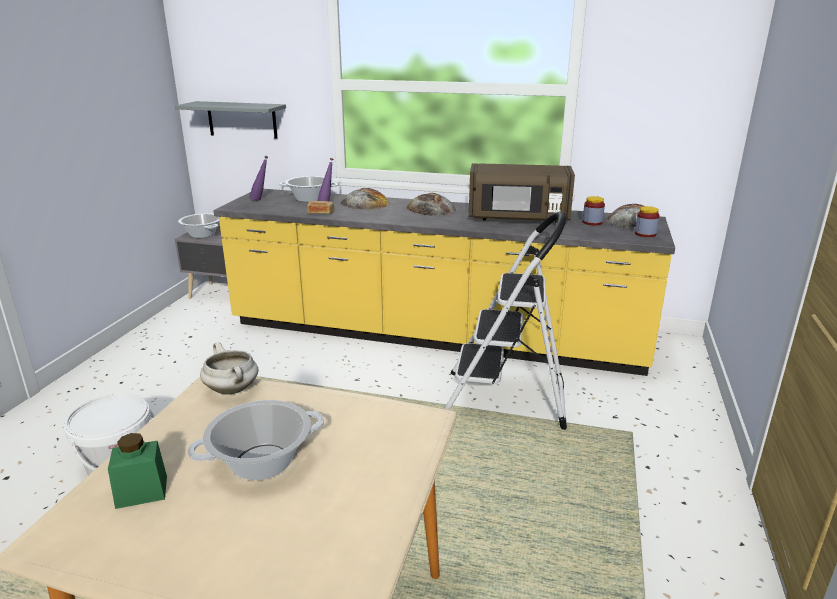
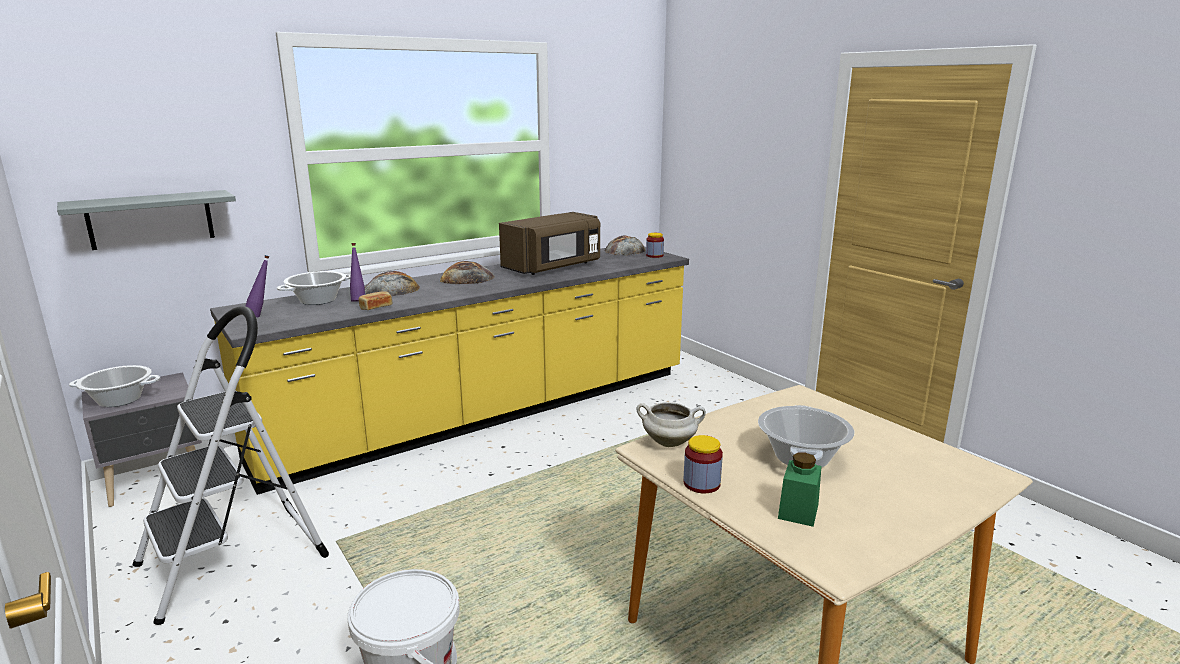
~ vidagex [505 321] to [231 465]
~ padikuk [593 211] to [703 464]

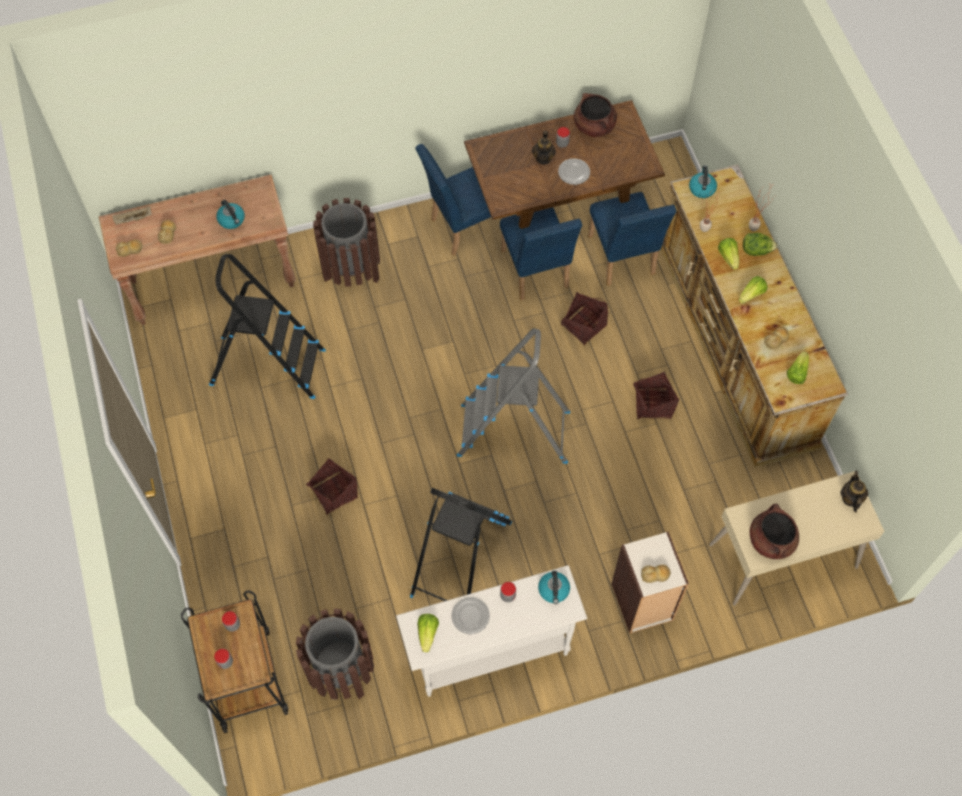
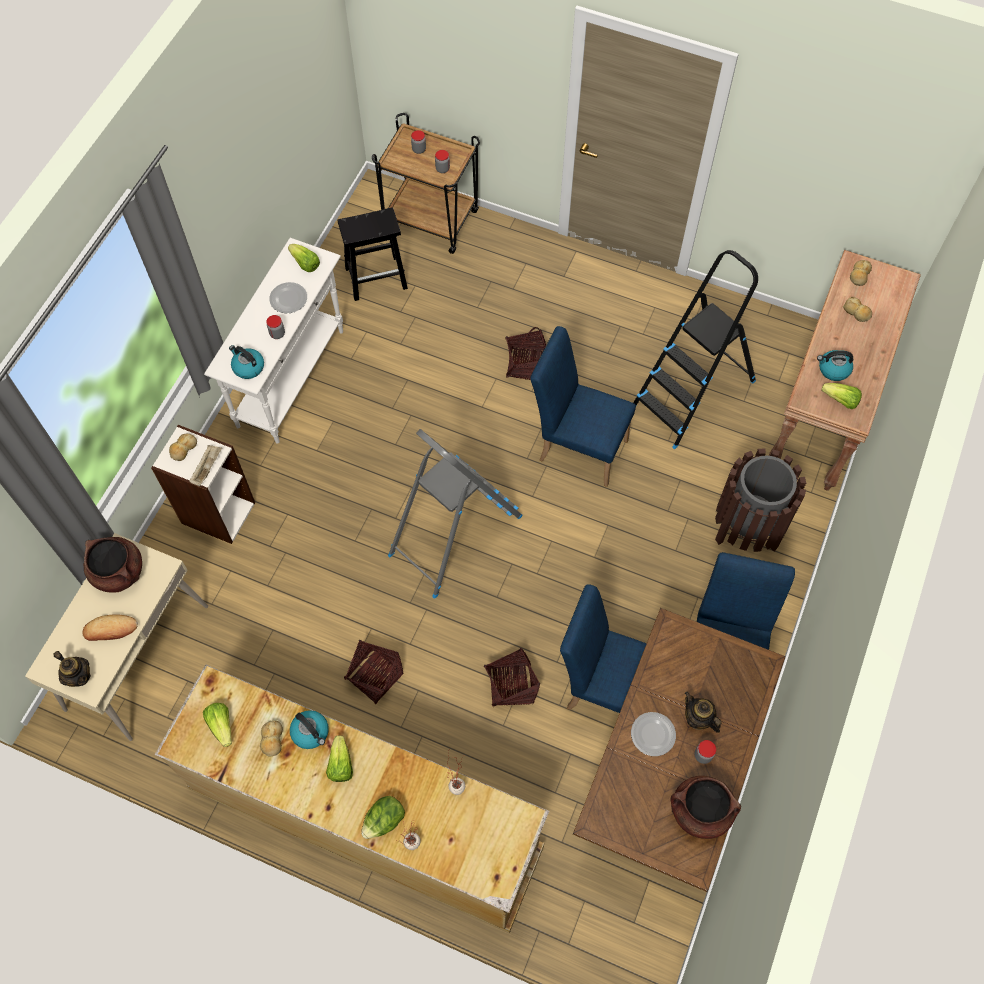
~ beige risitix [132 216] to [205 465]
~ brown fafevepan [335 654] to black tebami [372 254]
- black vidagex [461 544]
~ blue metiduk [632 239] to [583 406]
~ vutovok [703 181] to [309 729]
~ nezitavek [728 254] to [842 396]
+ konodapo [110 627]

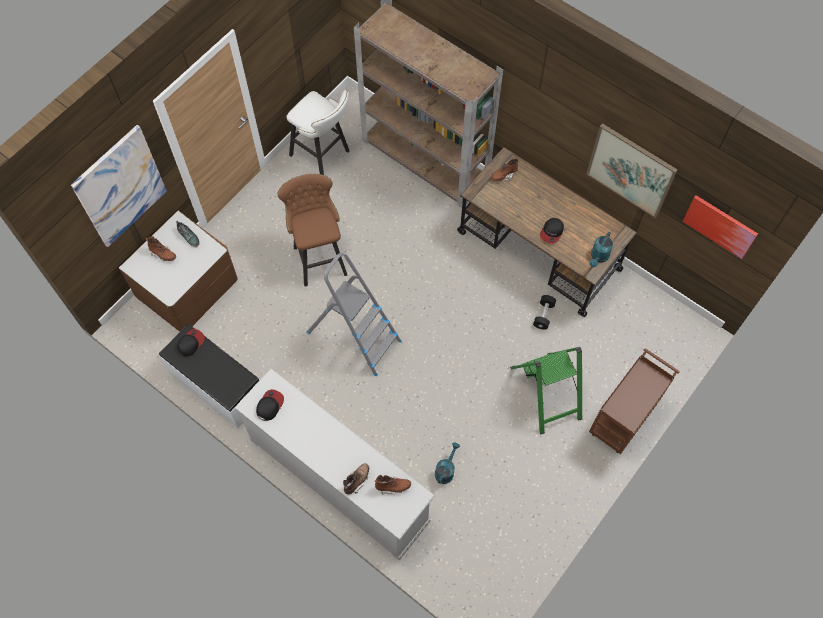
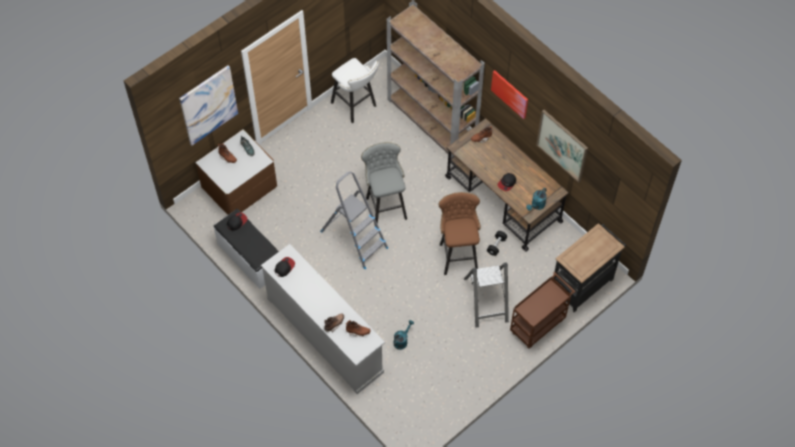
~ brown tebami [312 230] to [459 233]
~ green vidagex [546 391] to grey vidagex [486 295]
~ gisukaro [720 227] to [509 94]
+ grey tebami [384 183]
+ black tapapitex [590 267]

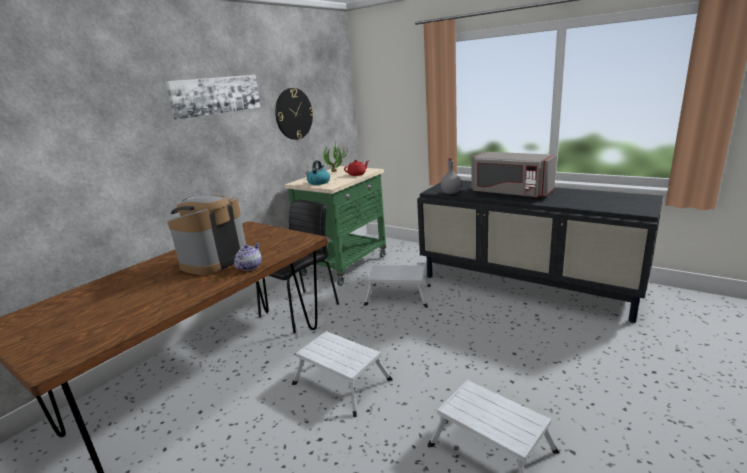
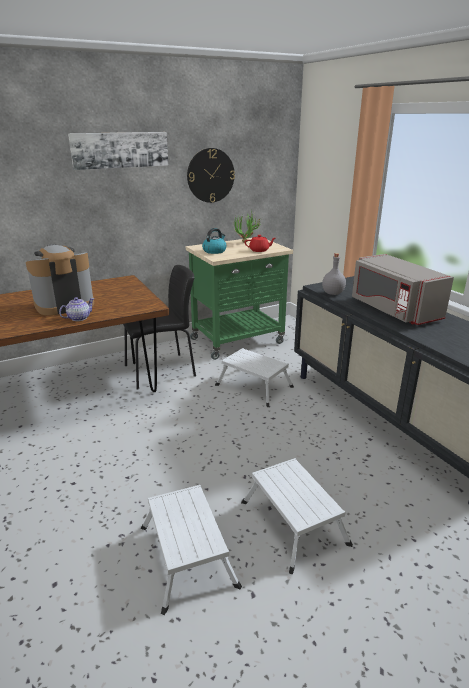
~ white vidagex [342 374] to [297 516]

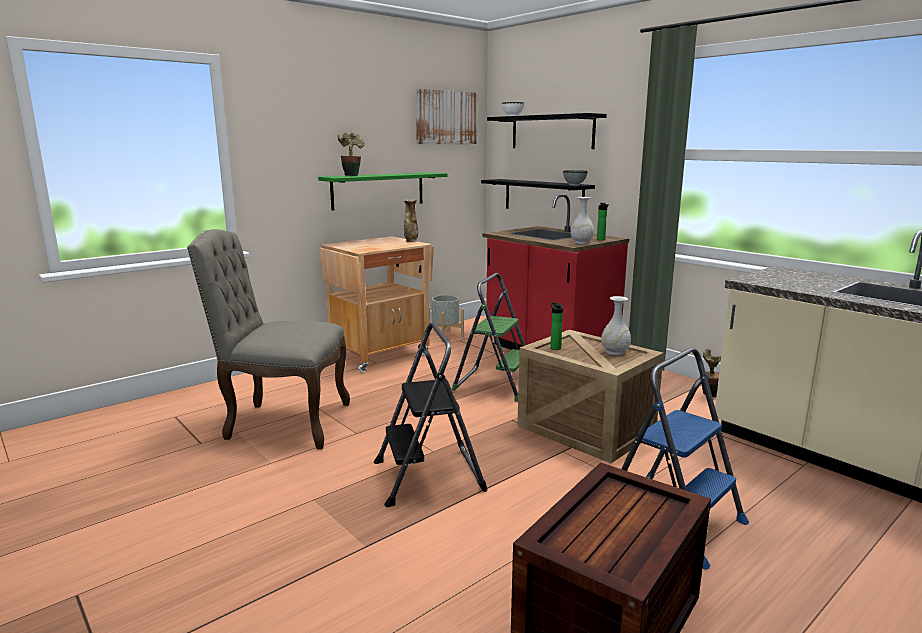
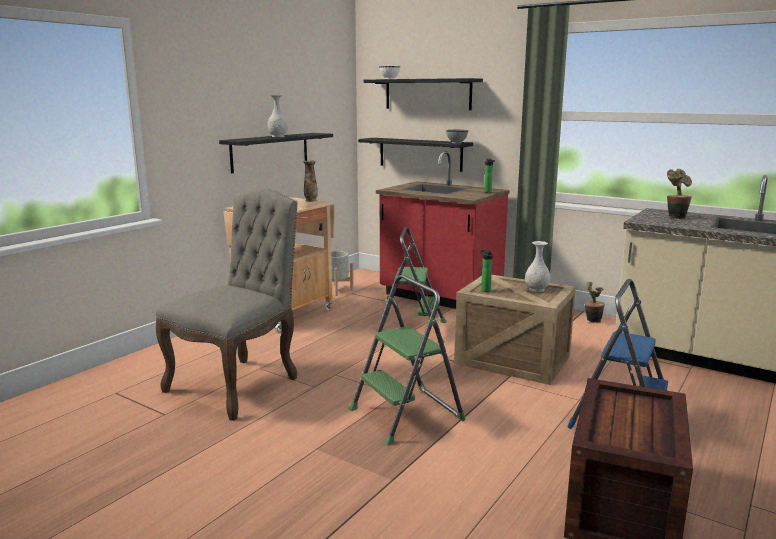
~ grey metiduk [268 339] = [226 305] 135 degrees clockwise
~ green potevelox [383 191] to black potevelox [276 153]
~ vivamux [351 154] to [679 194]
~ black vidagex [430 415] to green vidagex [406 360]
- gisukaro [447 116]
~ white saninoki [582 220] to [277 116]

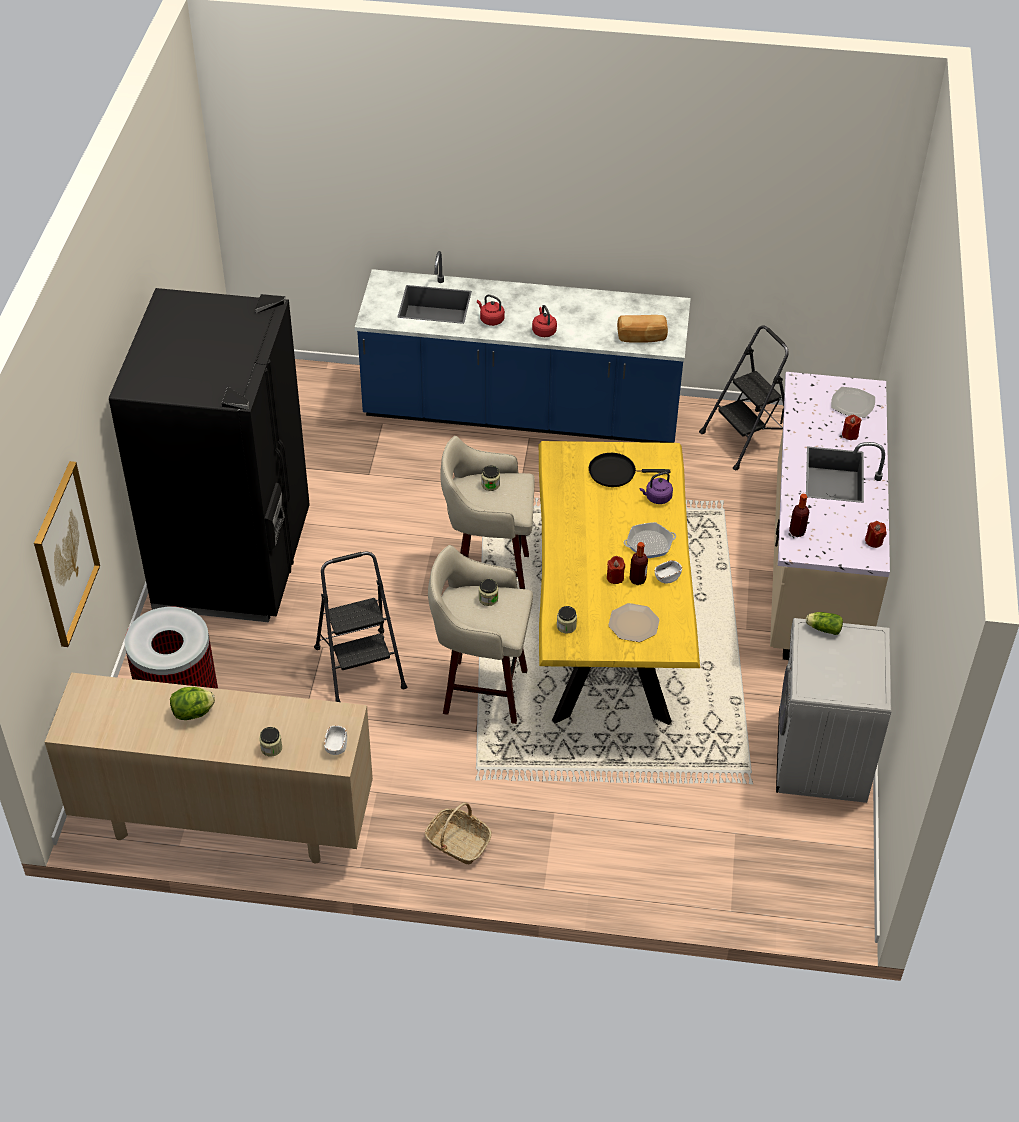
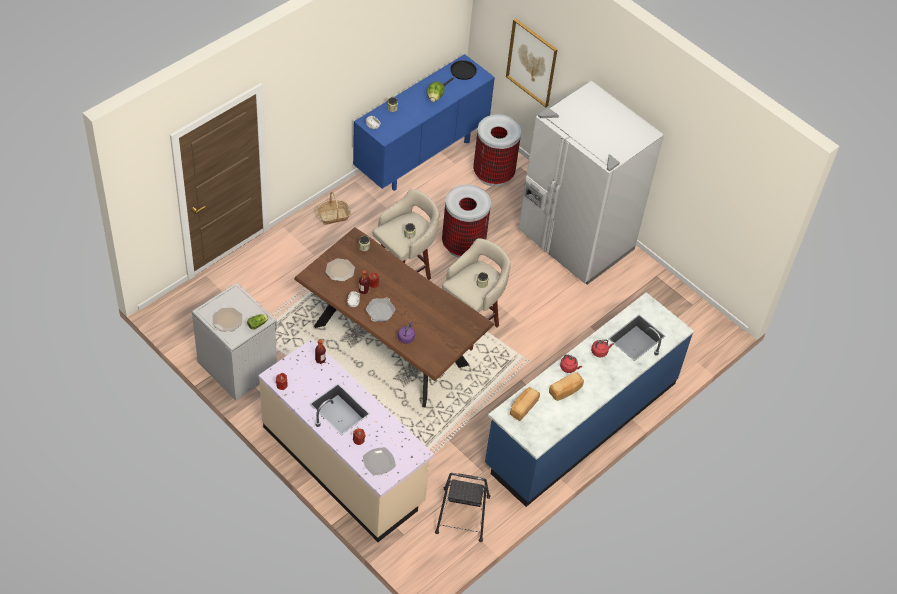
~ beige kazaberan [209 768] to blue kazaberan [424 122]
~ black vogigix [209 455] to white vogigix [591 183]
~ black vidagex [360 627] to fafevepan [466 221]
~ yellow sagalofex [619 583] to brown sagalofex [394 317]
~ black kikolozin [629 470] to [460 73]
+ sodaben [227 320]
+ konodapo [566 386]

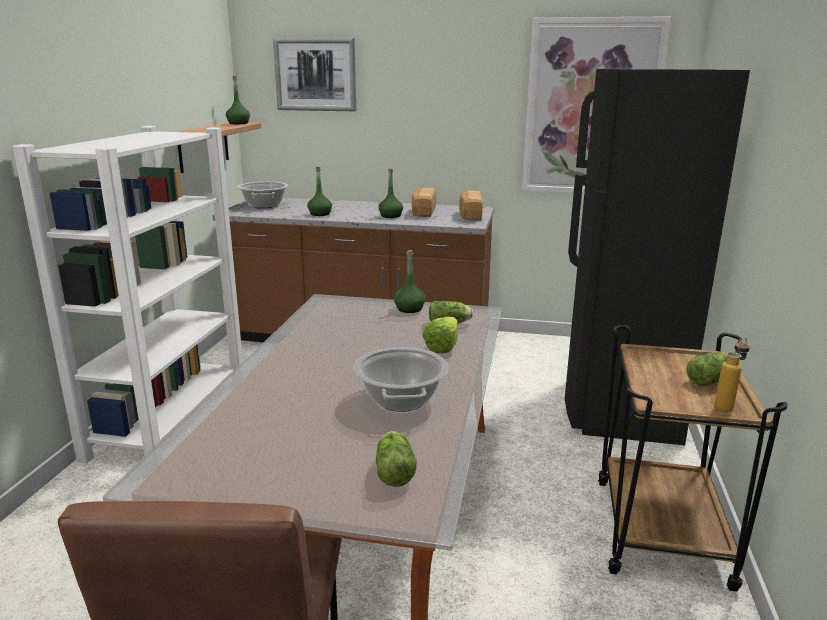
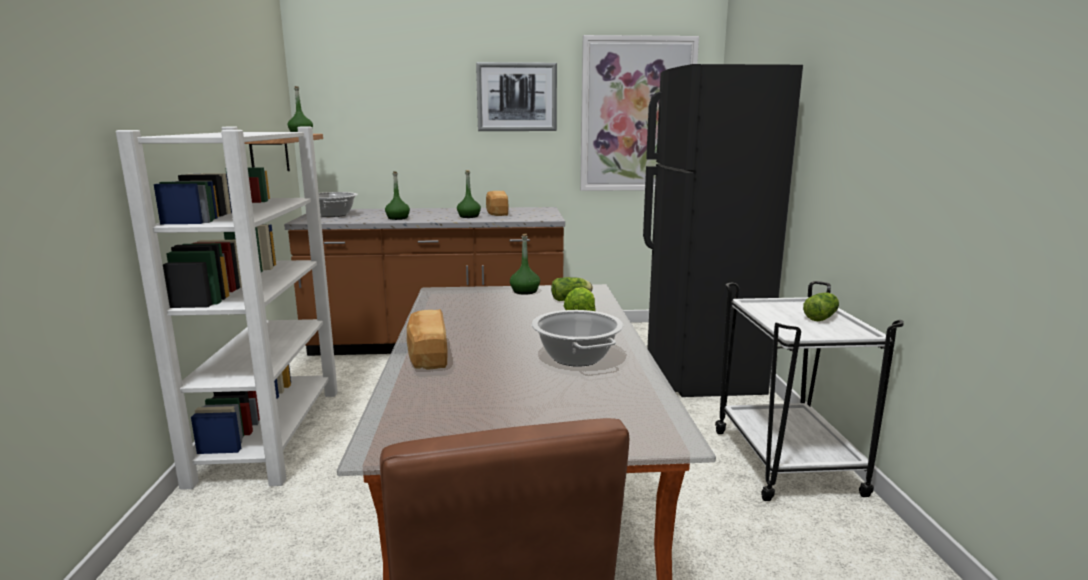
~ gisukaro [314 74] to [516 96]
- nezitavek [396 459]
~ konodapo [471 206] to [427 339]
~ brown tapapitex [693 458] to white tapapitex [809 391]
- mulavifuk [732 375]

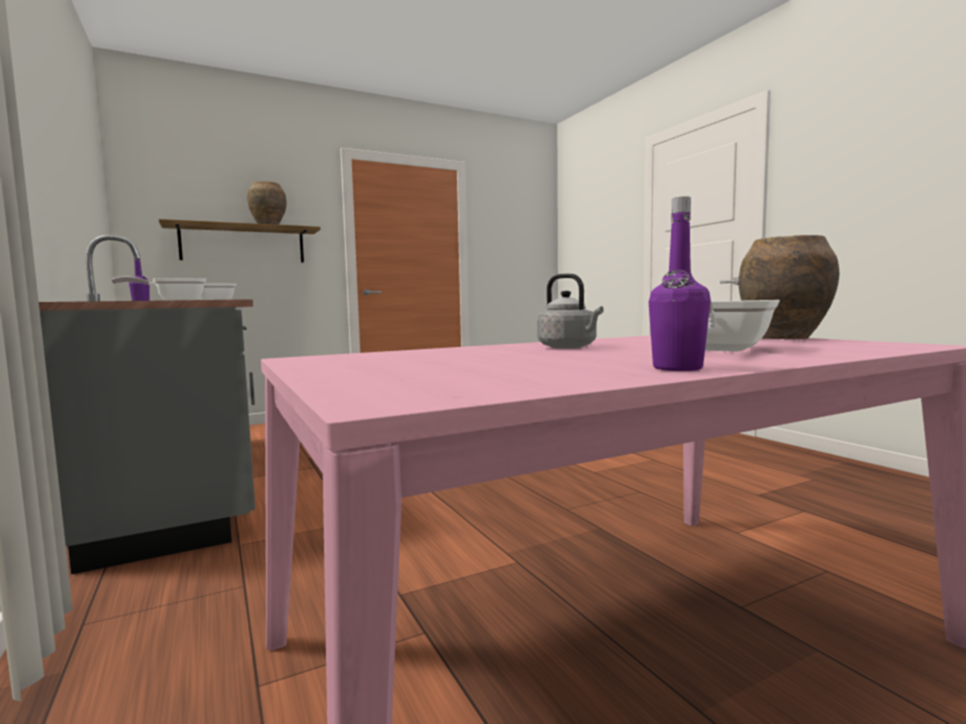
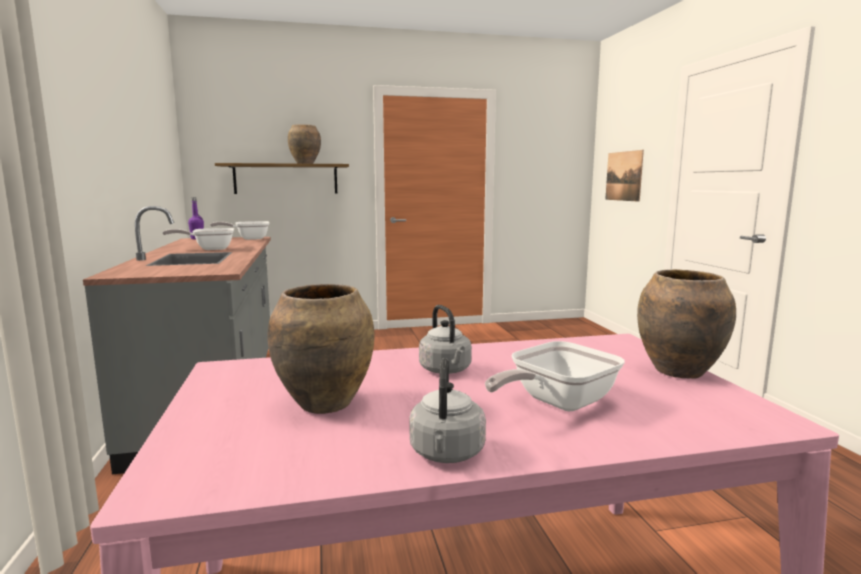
~ purple mulavifuk [680 283] to grey vutovok [447 410]
+ brown saninoki [320 349]
+ gisukaro [624 176]

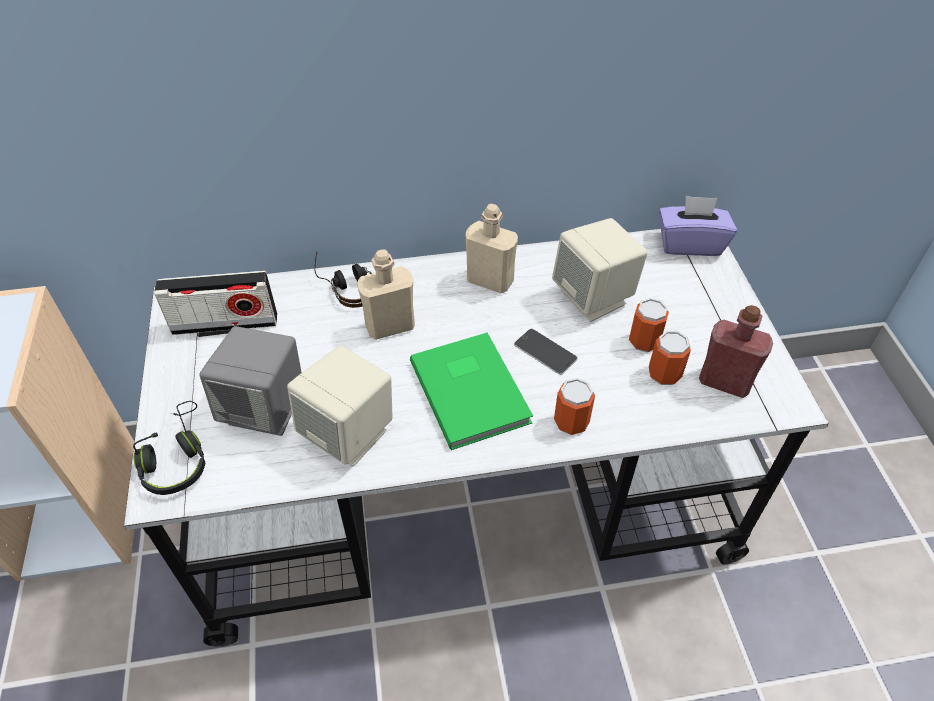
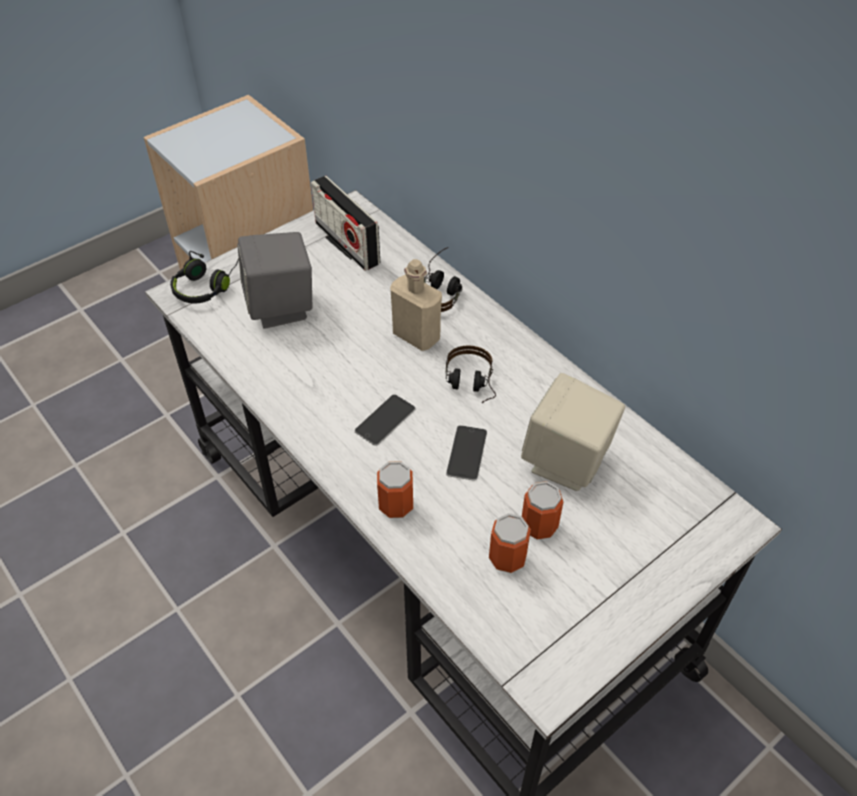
- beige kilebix [340 406]
~ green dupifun [471 391] to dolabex [385 420]
- beige mulavifuk [491 248]
- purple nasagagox [698 226]
- red mulavifuk [736 351]
+ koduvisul [471 374]

